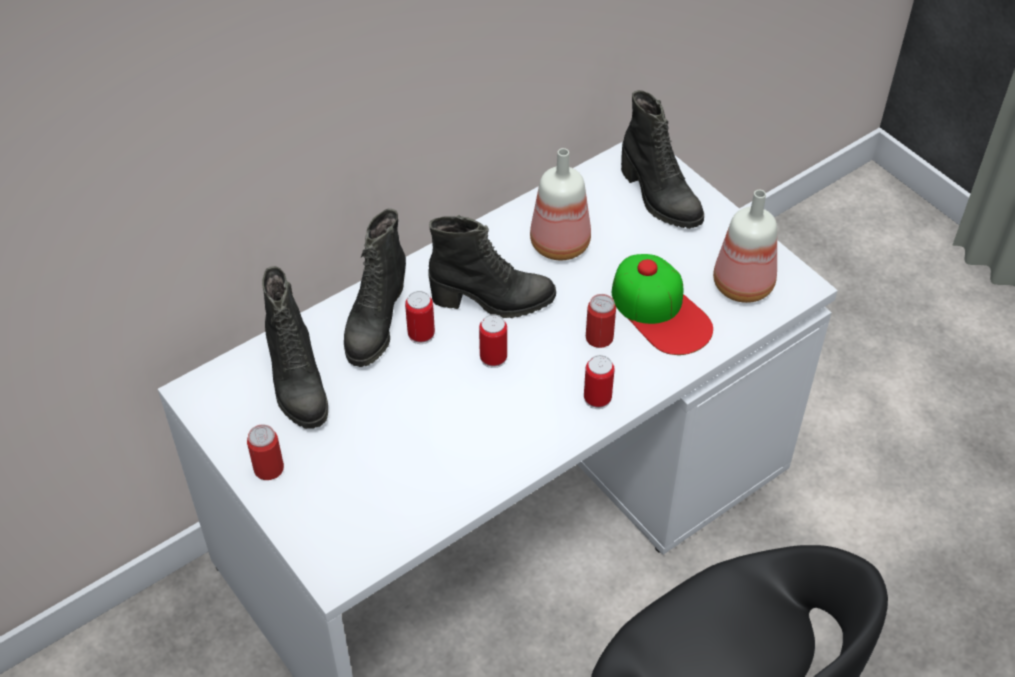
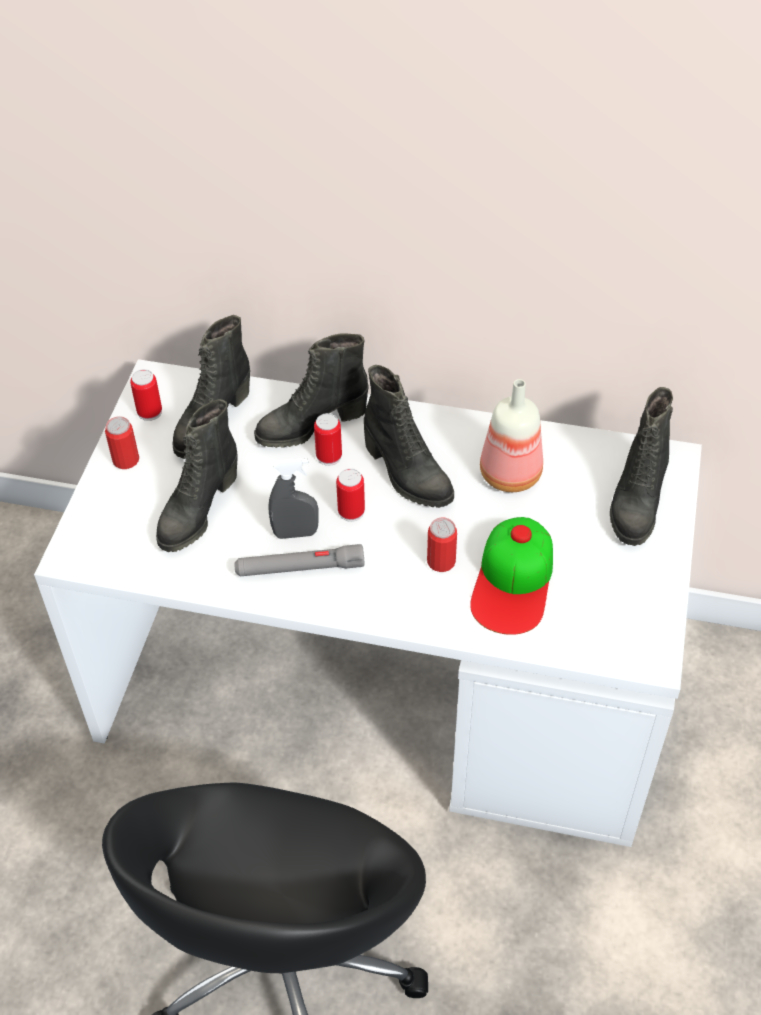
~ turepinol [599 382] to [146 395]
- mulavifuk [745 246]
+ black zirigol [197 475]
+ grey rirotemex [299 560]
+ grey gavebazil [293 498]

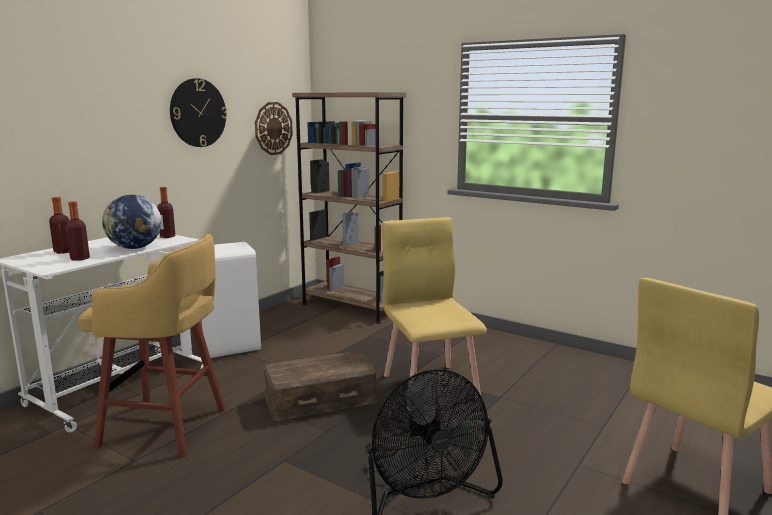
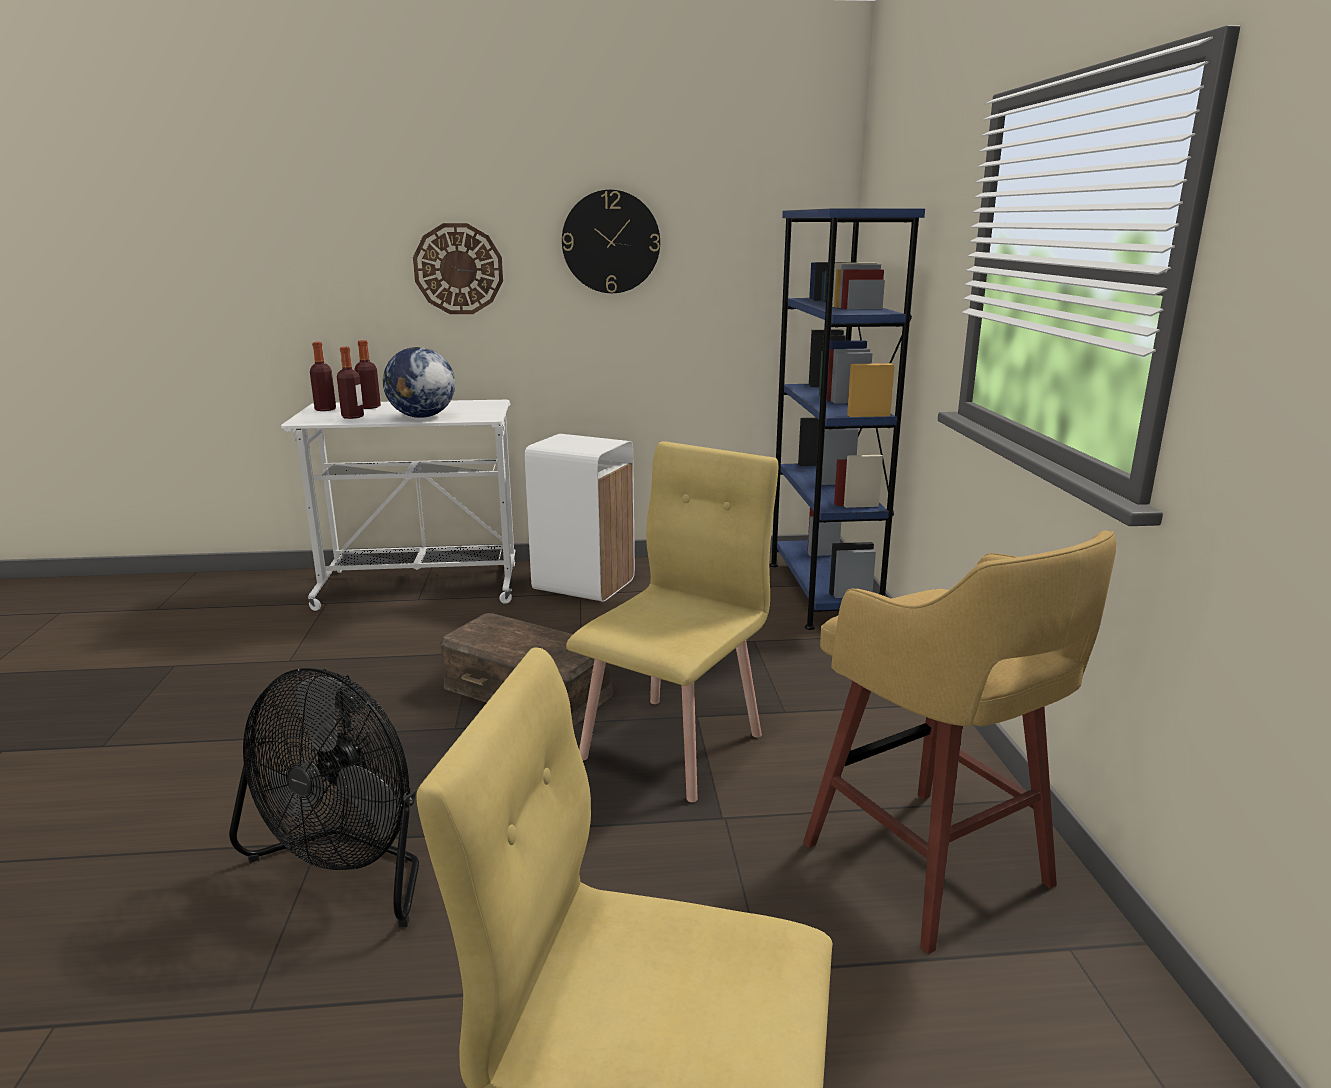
~ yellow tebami [152 345] to [959 742]
~ mulavifuk [166 212] to [323 376]
~ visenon [274 128] to [458 268]
~ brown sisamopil [349 208] to blue sisamopil [847 419]

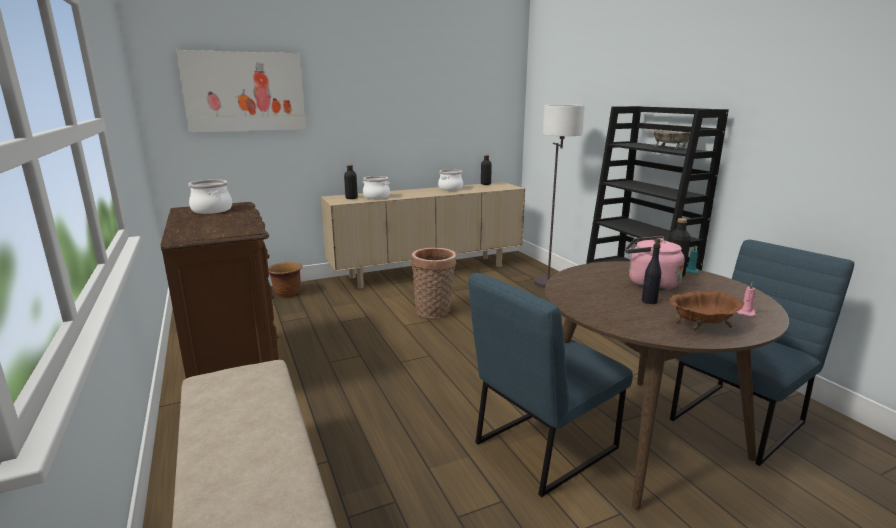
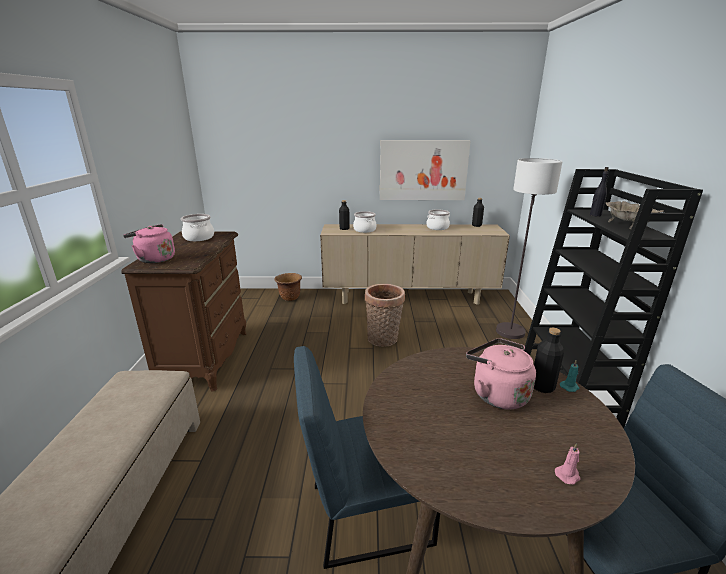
~ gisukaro [241 91] to [425 170]
~ black mulavifuk [651 271] to [599 192]
- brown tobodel [706 310]
+ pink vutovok [149 243]

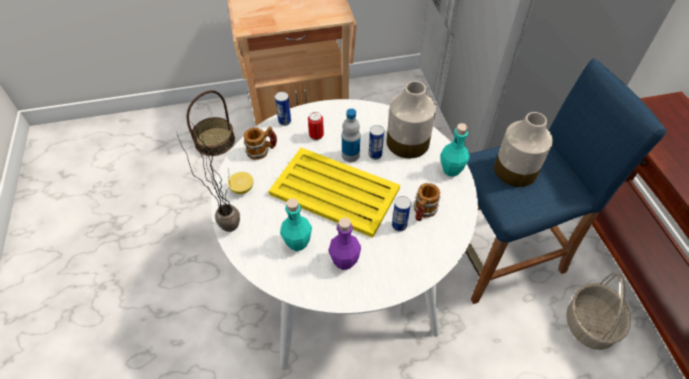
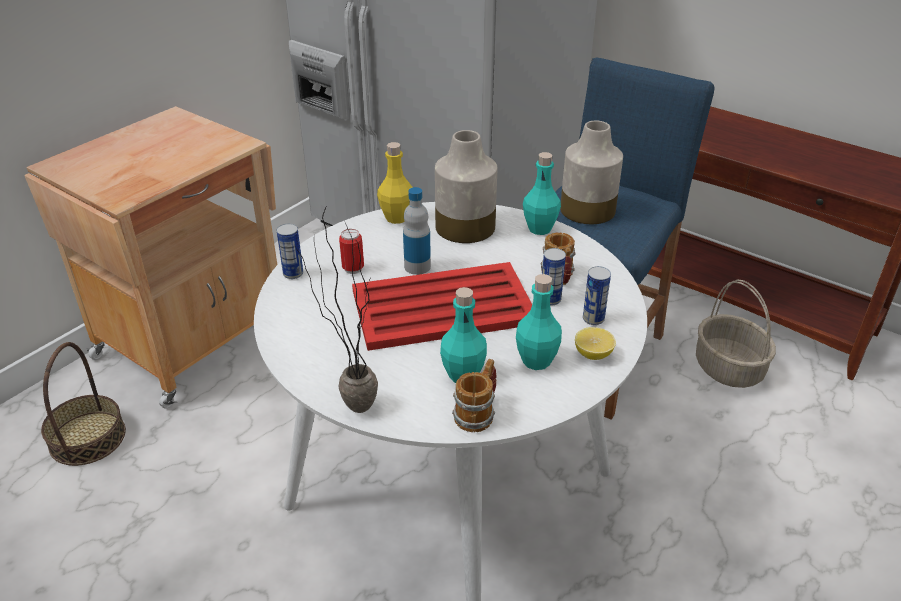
~ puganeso [241 183] to [595 343]
~ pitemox [260 143] to [474 395]
~ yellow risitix [334 193] to red risitix [442 306]
~ purple mulavifuk [344 244] to turquoise mulavifuk [539 322]
~ turepinol [376 142] to [597 295]
+ yellow mulavifuk [395 183]

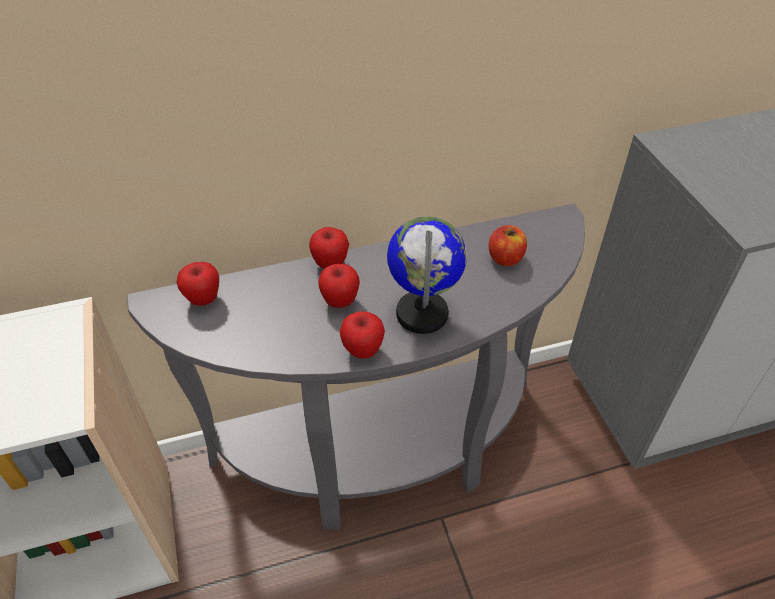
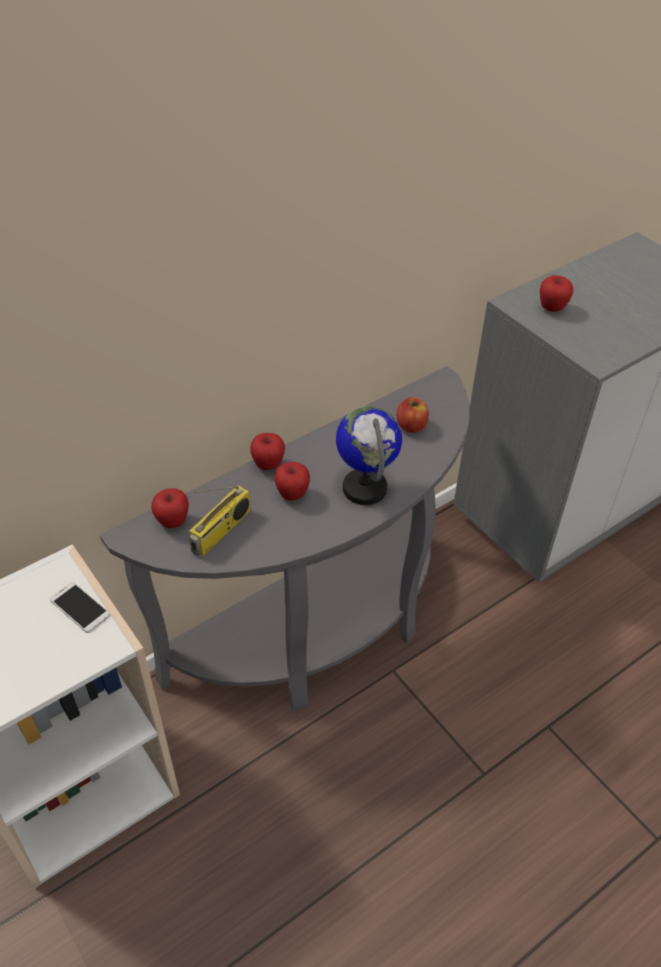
~ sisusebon [362 335] to [556 293]
+ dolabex [80 607]
+ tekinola [220 521]

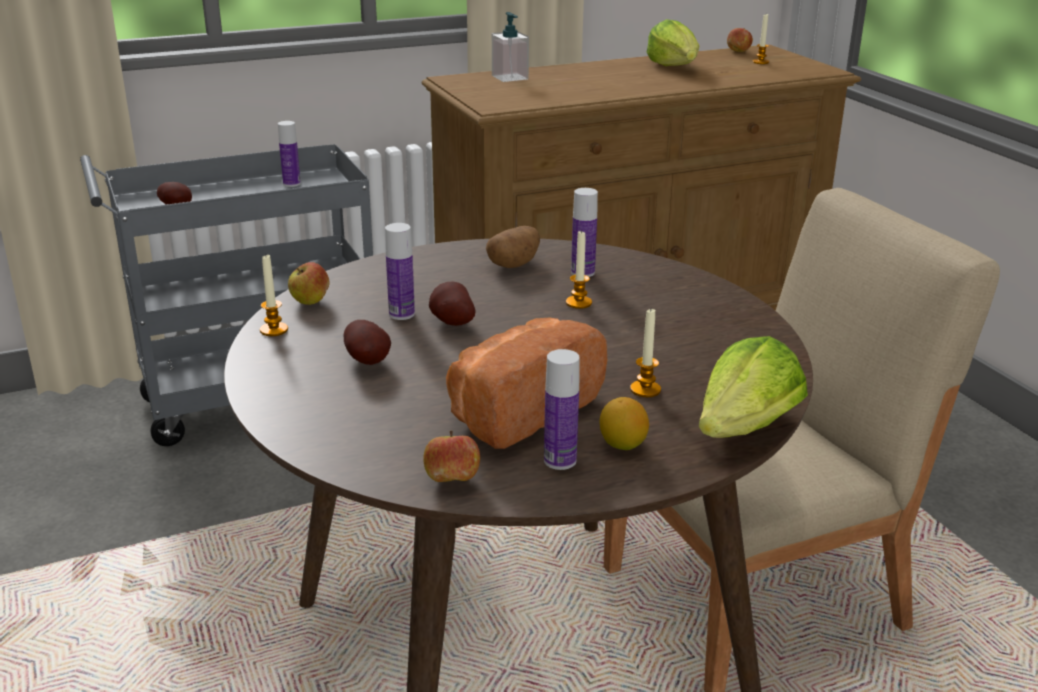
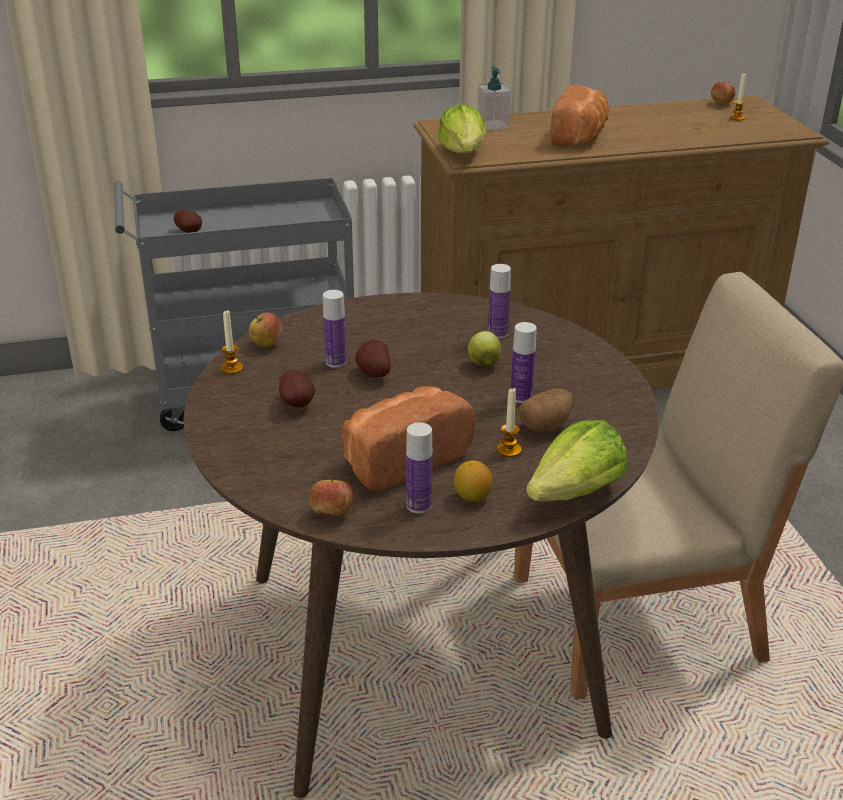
~ mulavifuk [289 154] to [524 362]
~ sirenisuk [513 247] to [546 410]
~ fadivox [579 269] to sisusebon [484 349]
~ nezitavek [673 42] to [462 128]
+ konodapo [579 115]

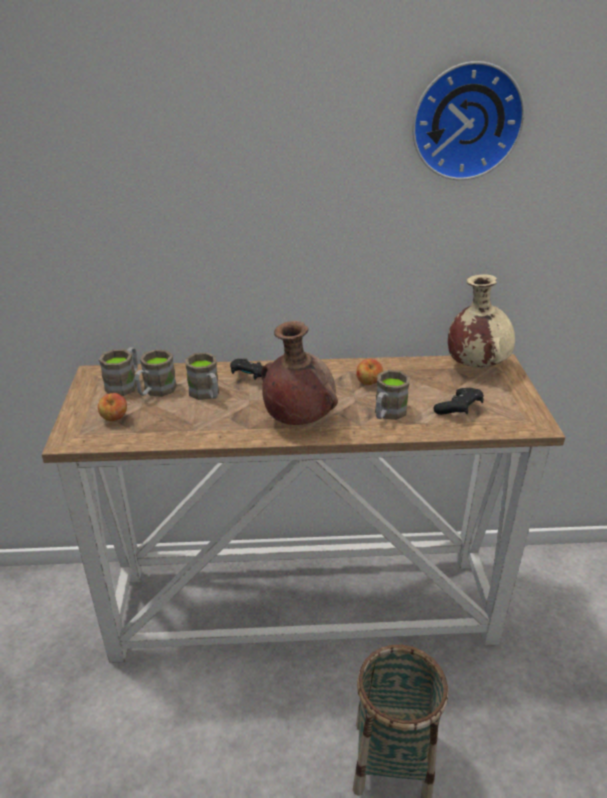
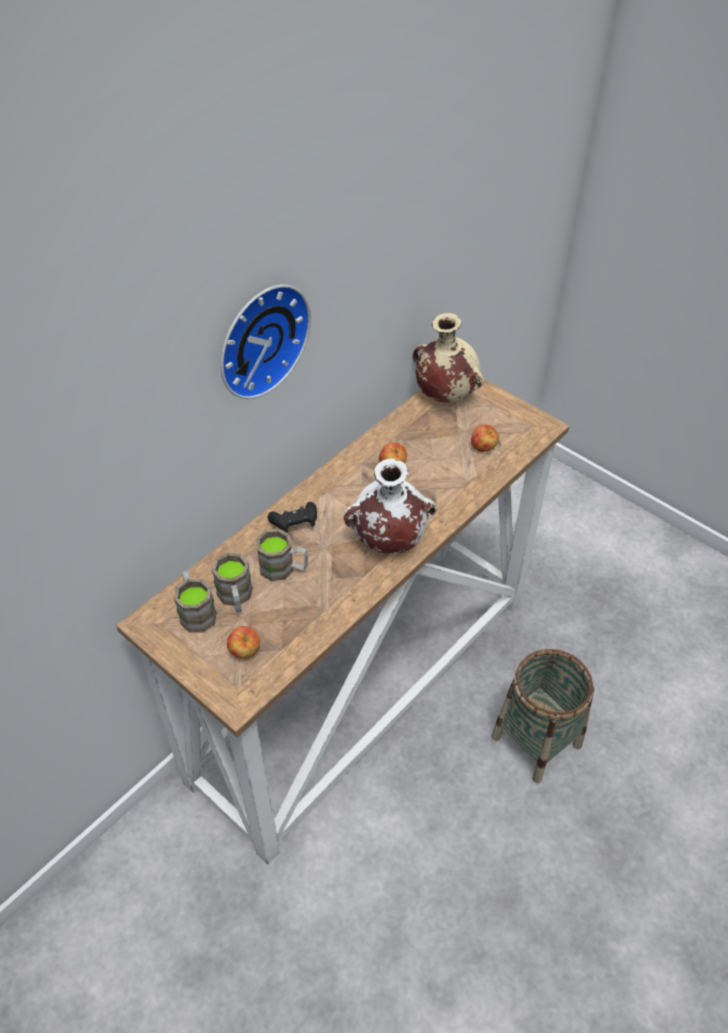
~ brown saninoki [299 373] to white saninoki [390 506]
- brown pitemox [392 395]
~ visenon [468 120] to [265 342]
~ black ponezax [459 401] to sisusebon [485 438]

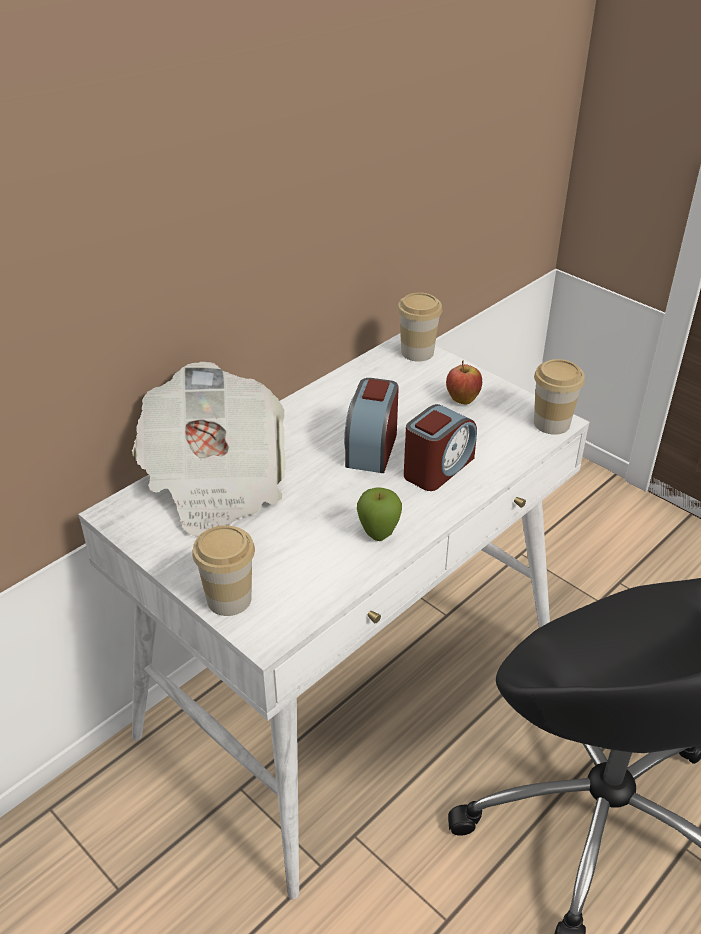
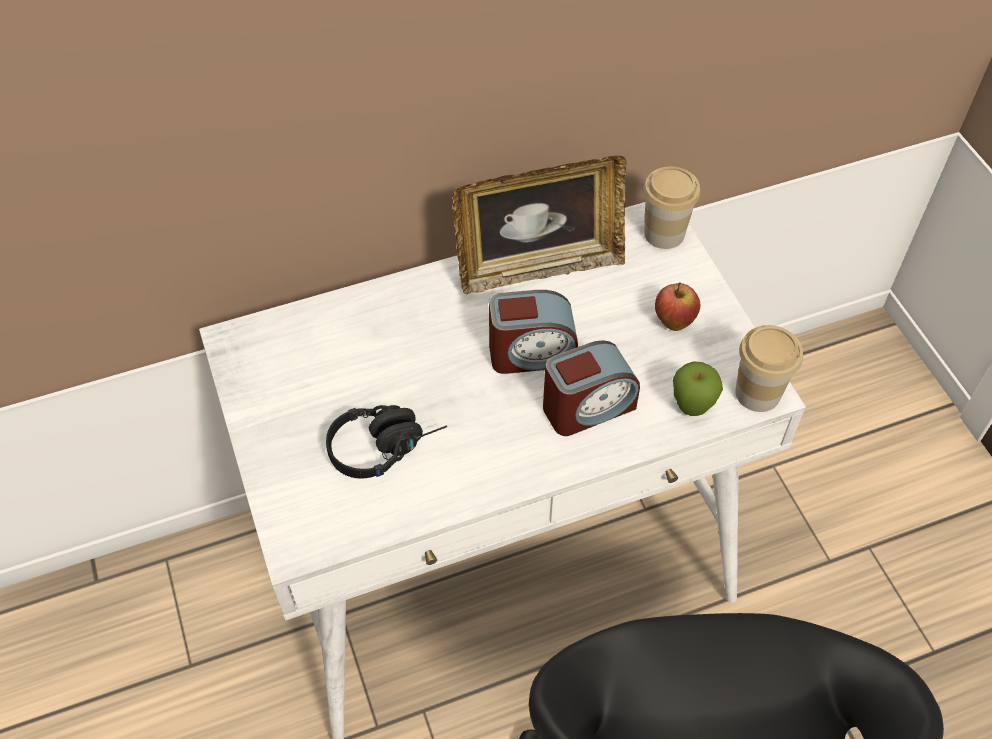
- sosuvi [209 449]
- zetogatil [223 570]
~ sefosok [371 425] = [533 332] 135 degrees counterclockwise
~ sisusebon [379 514] to [698 388]
+ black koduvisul [386 442]
+ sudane [539 225]

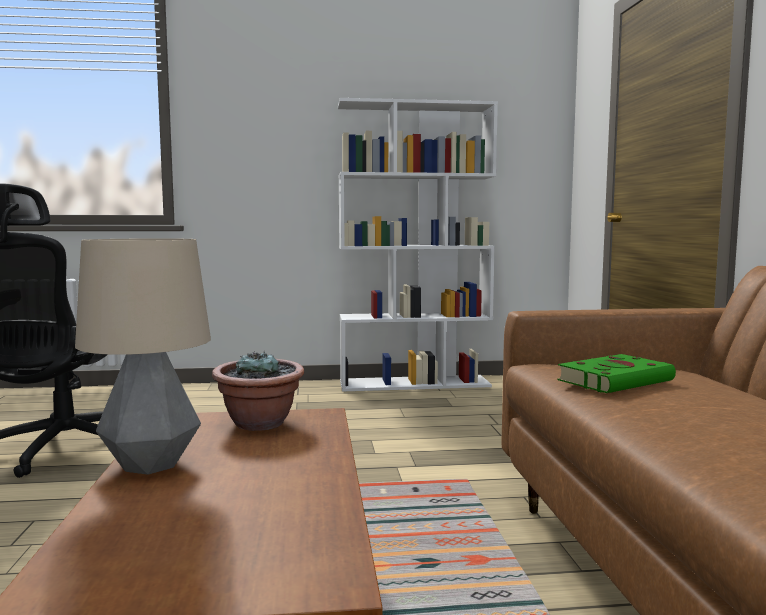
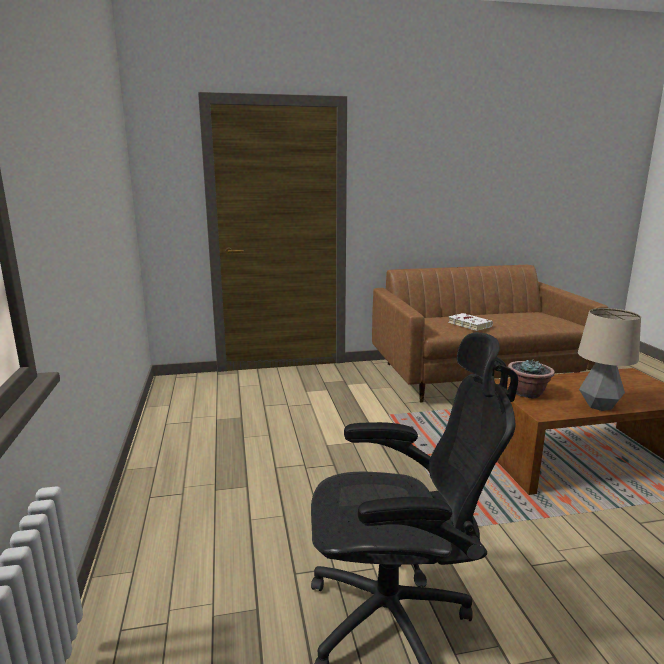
- white sisamopil [418 245]
~ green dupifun [616 373] to white dupifun [470 322]

